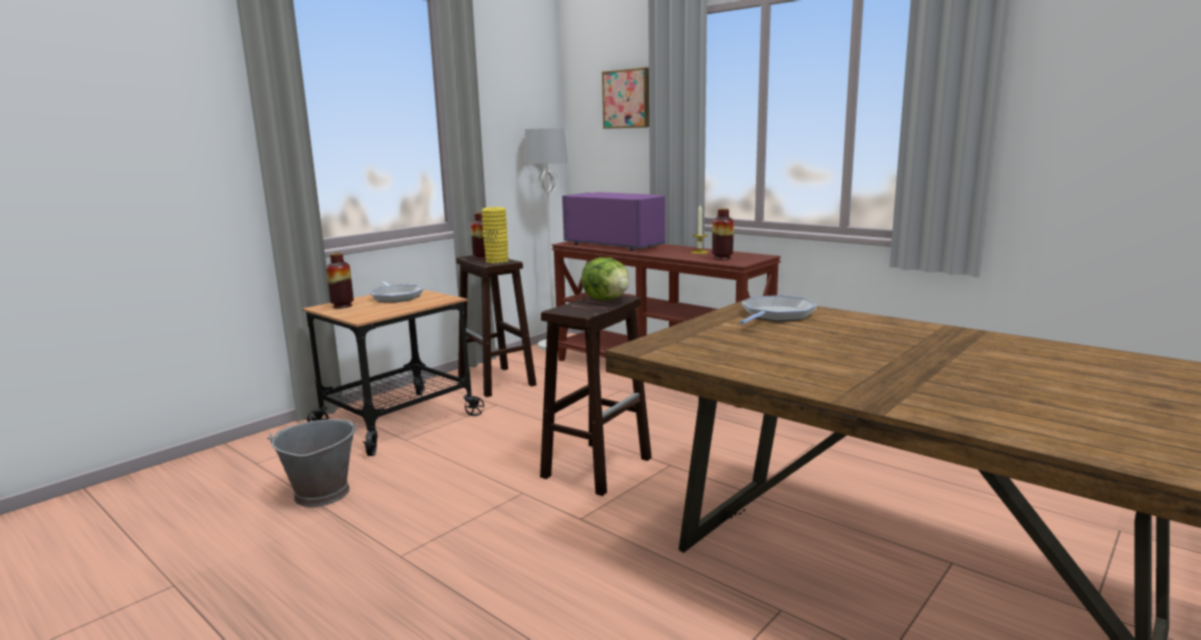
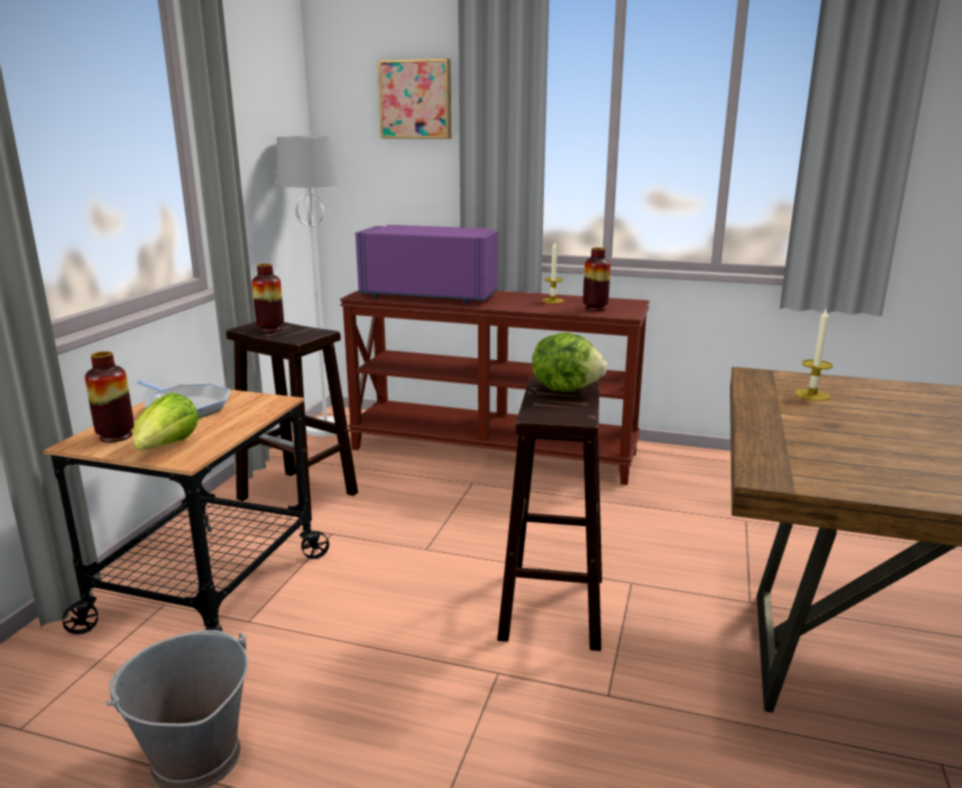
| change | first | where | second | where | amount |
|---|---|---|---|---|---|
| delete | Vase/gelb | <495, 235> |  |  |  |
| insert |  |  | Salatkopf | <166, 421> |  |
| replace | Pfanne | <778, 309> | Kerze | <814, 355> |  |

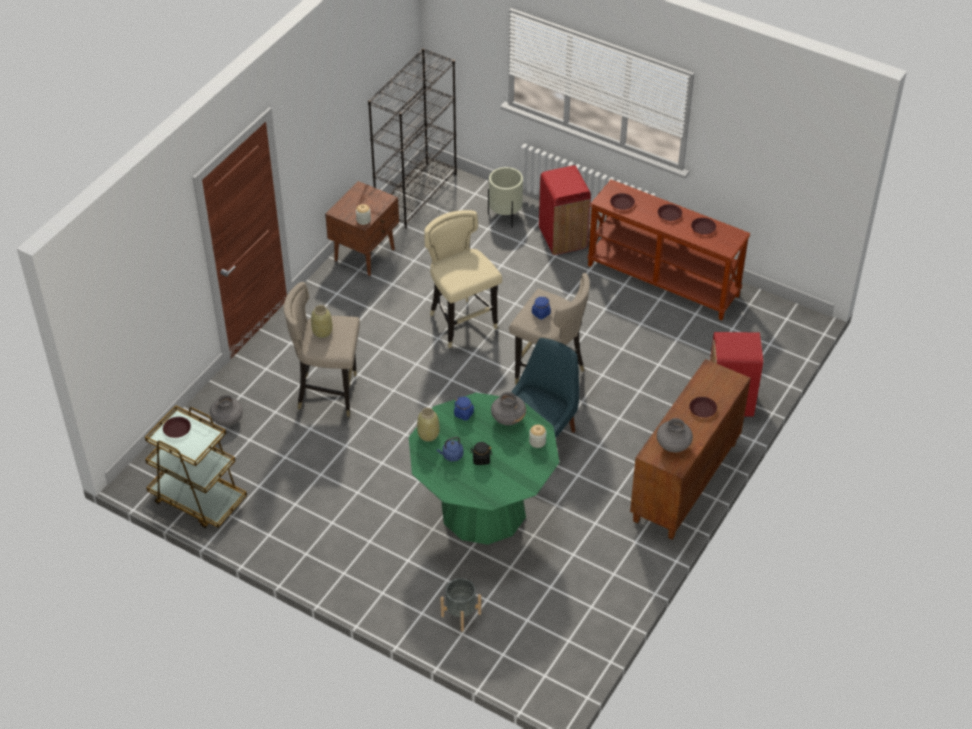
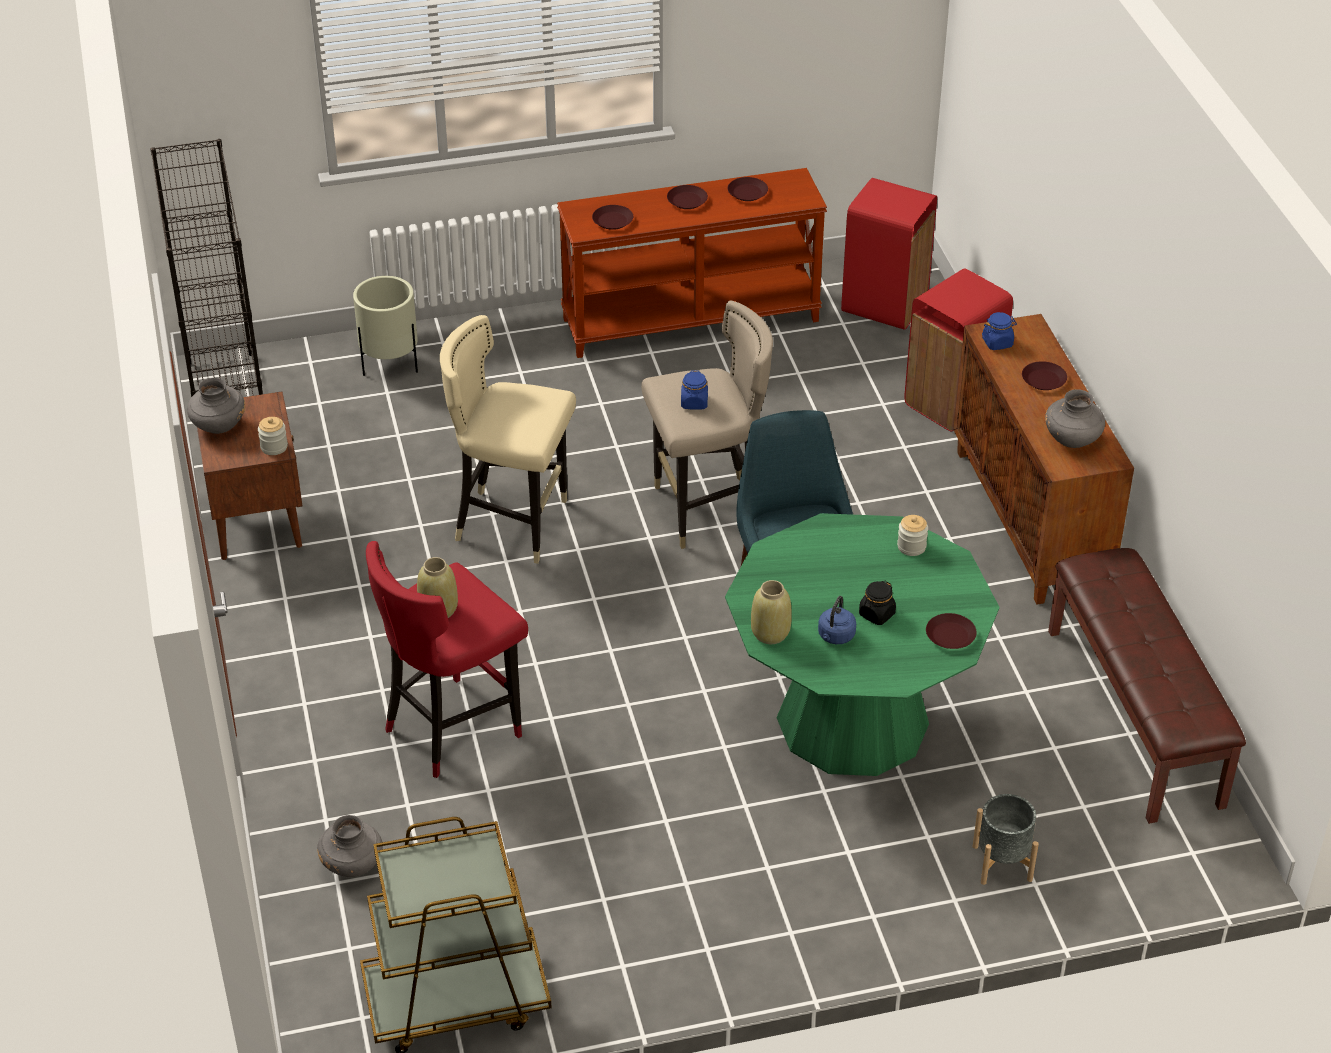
| change | first | where | second | where | amount |
|---|---|---|---|---|---|
| insert |  |  | Bank/braun | <1147, 686> |  |
| move | Teller/braun | <177, 427> |  | <951, 631> |  |
| move | Vorratsglas/blau | <464, 409> |  | <999, 331> |  |
| move | Vase/grau | <508, 408> |  | <216, 406> |  |
| move | Mülleimer/rot | <565, 210> |  | <889, 254> |  |
| recolor | Hocker/beige | <321, 349> | Hocker/rot | <447, 659> |  |

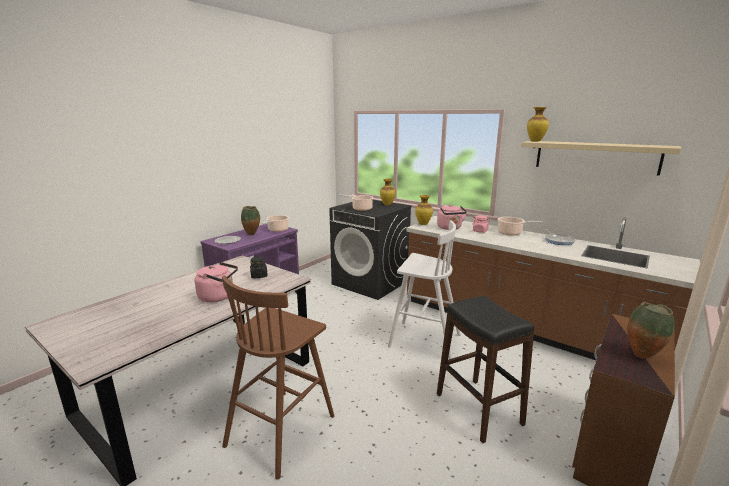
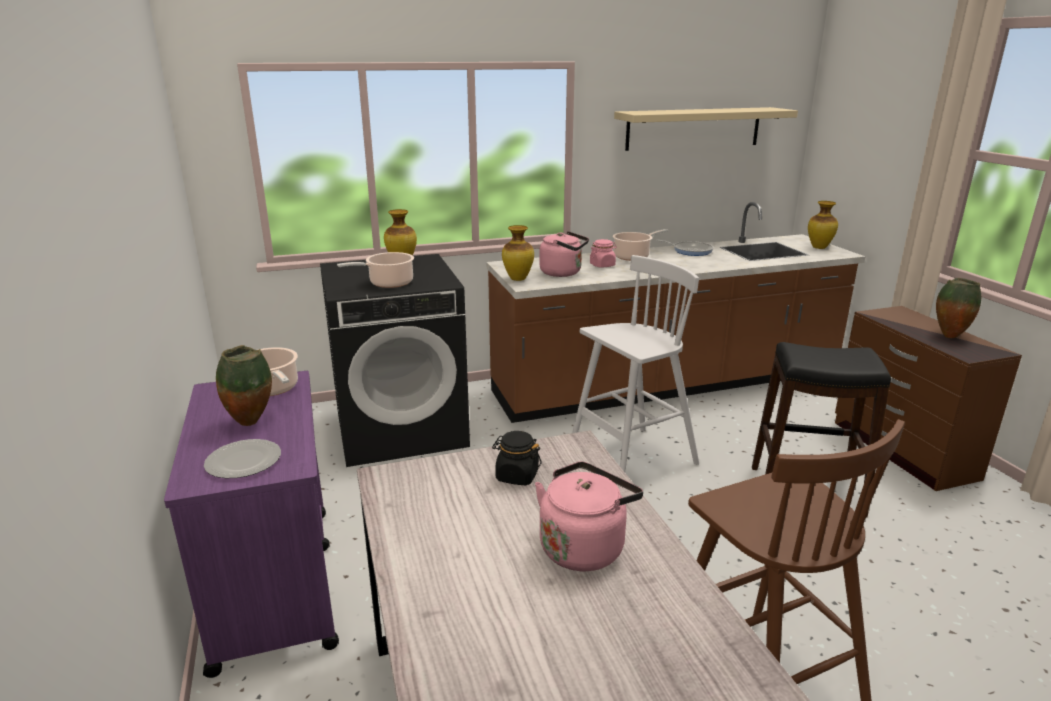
| change | first | where | second | where | amount |
|---|---|---|---|---|---|
| move | Vase | <538, 124> |  | <823, 225> |  |

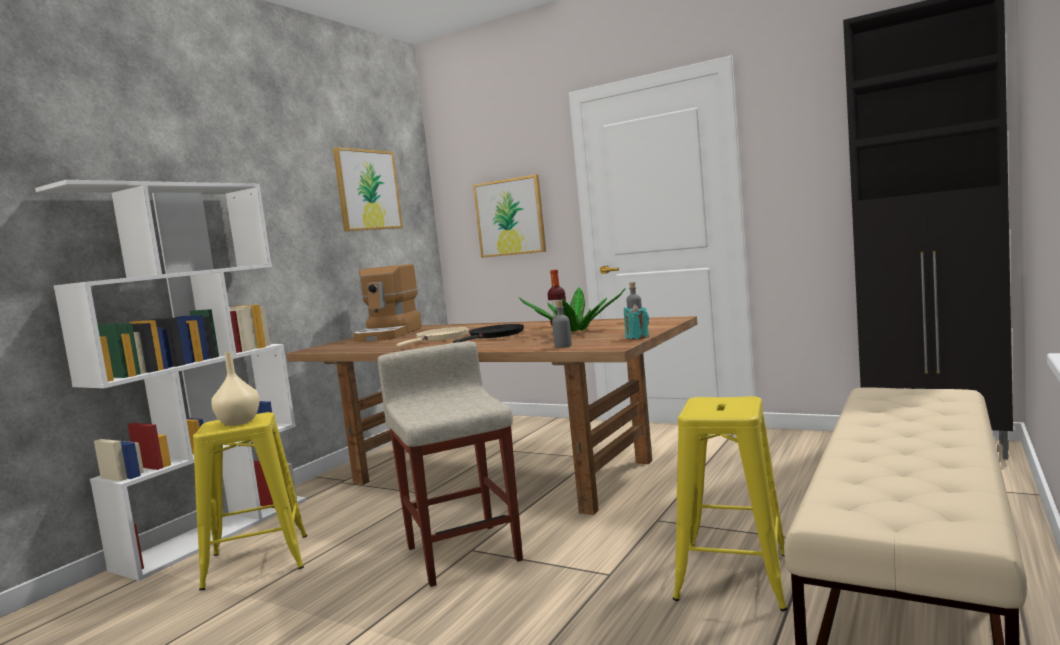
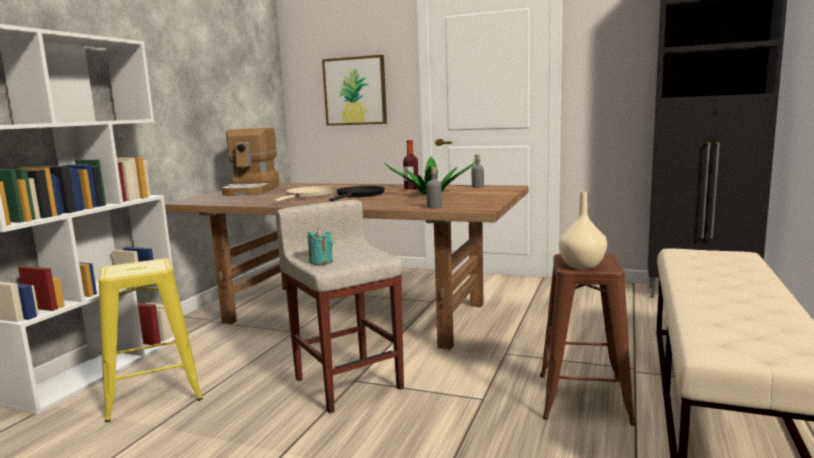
| change | first | where | second | where | amount |
|---|---|---|---|---|---|
| delete | Bild | <368, 189> |  |  |  |
| move | Vase/beige | <235, 389> |  | <583, 230> |  |
| move | Kerze/türkis | <636, 321> |  | <320, 246> |  |
| recolor | Hocker/gelb | <730, 503> | Hocker/braun | <588, 339> |  |

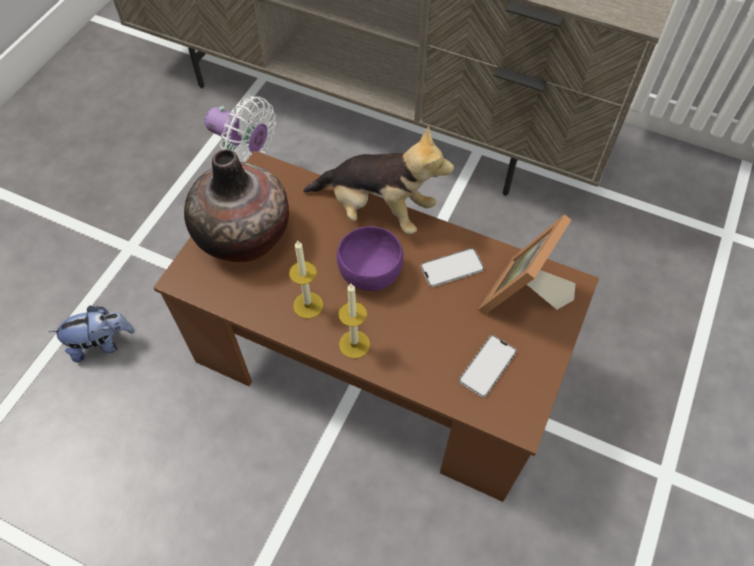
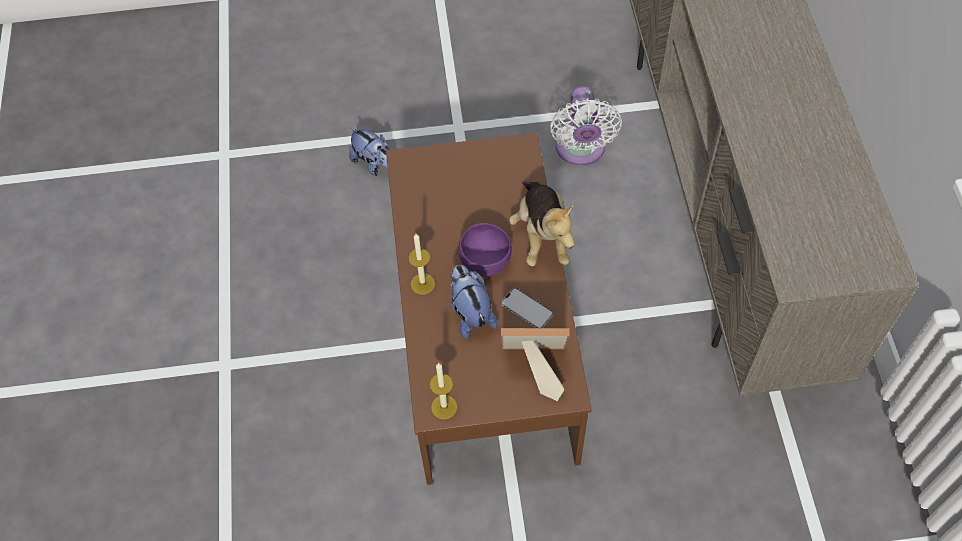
| change | first | where | second | where | amount |
|---|---|---|---|---|---|
| delete | Vase | <236, 205> |  |  |  |
| delete | Handy | <488, 366> |  |  |  |
| insert |  |  | Plüschtier | <473, 302> |  |
| move | Kerze | <306, 279> |  | <443, 391> |  |

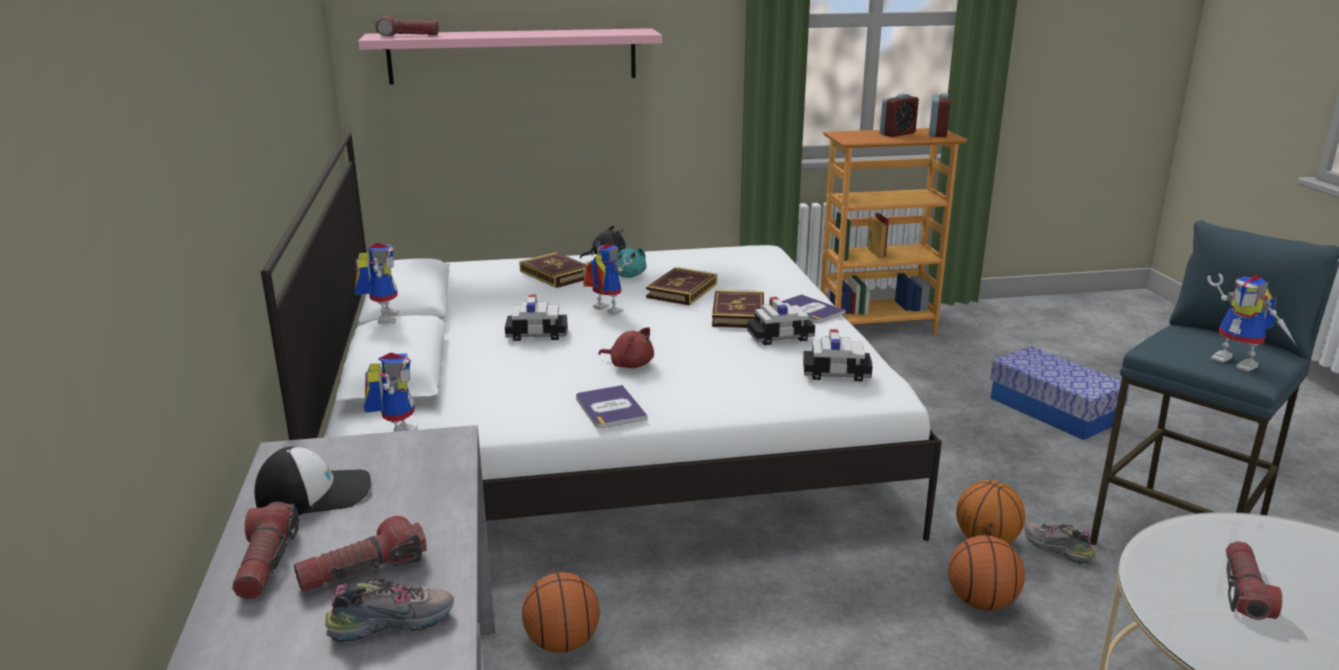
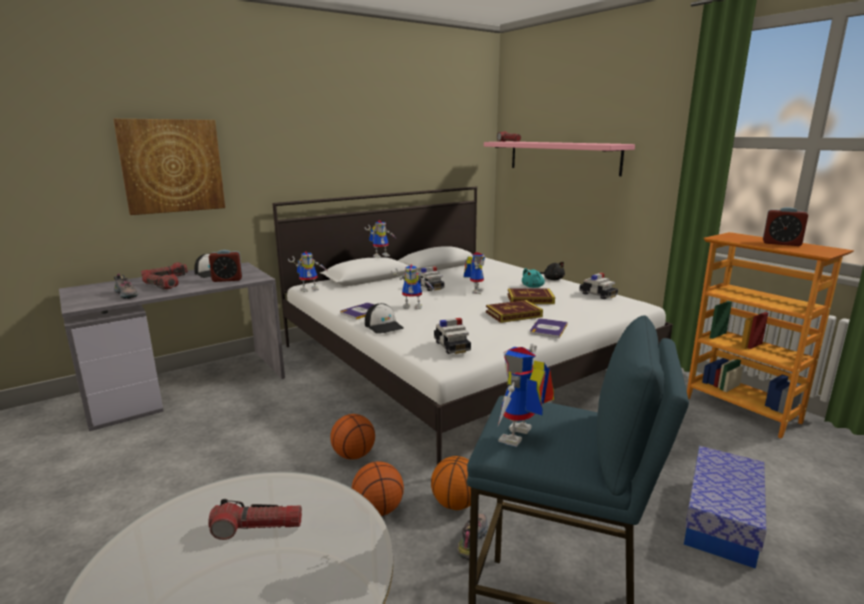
| change | first | where | second | where | amount |
|---|---|---|---|---|---|
| delete | Buch | <552, 270> |  |  |  |
| insert |  |  | Bild | <169, 167> |  |
| insert |  |  | Kappe | <384, 318> |  |
| move | Basketball | <561, 612> |  | <352, 437> |  |
| move | Spielzeugauto | <781, 321> |  | <598, 286> |  |
| move | Wecker | <940, 115> |  | <226, 266> |  |
| replace | Plüschtier/rot | <626, 347> | Spielzeugroboter | <413, 286> |  |

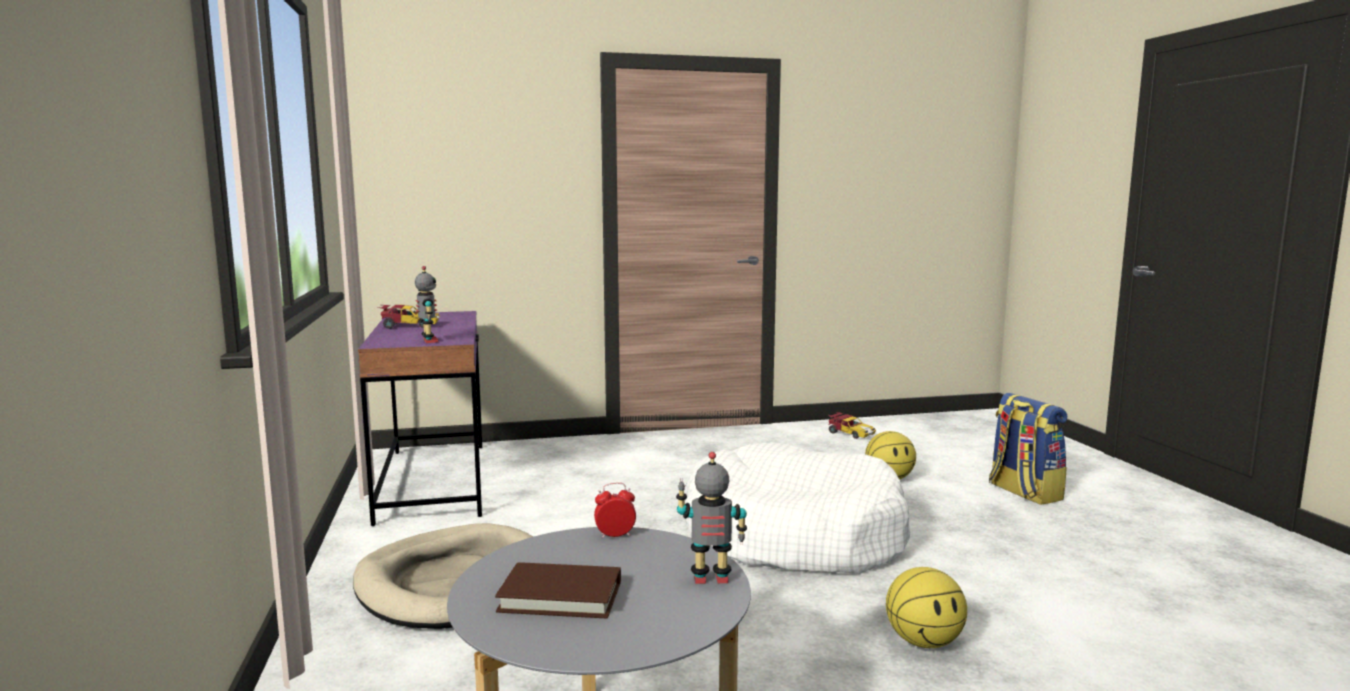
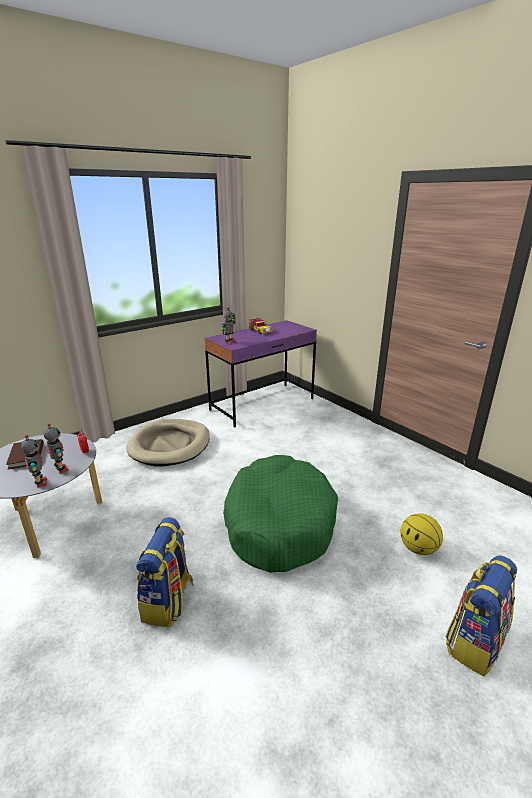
| change | first | where | second | where | amount |
|---|---|---|---|---|---|
| delete | Spielzeugauto | <852, 425> |  |  |  |
| insert |  |  | Spielzeugroboter | <56, 448> |  |
| replace | Basketball | <926, 607> | Rucksack | <165, 572> |  |
| recolor | Hundebett/weiß | <797, 508> | Hundebett/grün | <280, 514> |  |

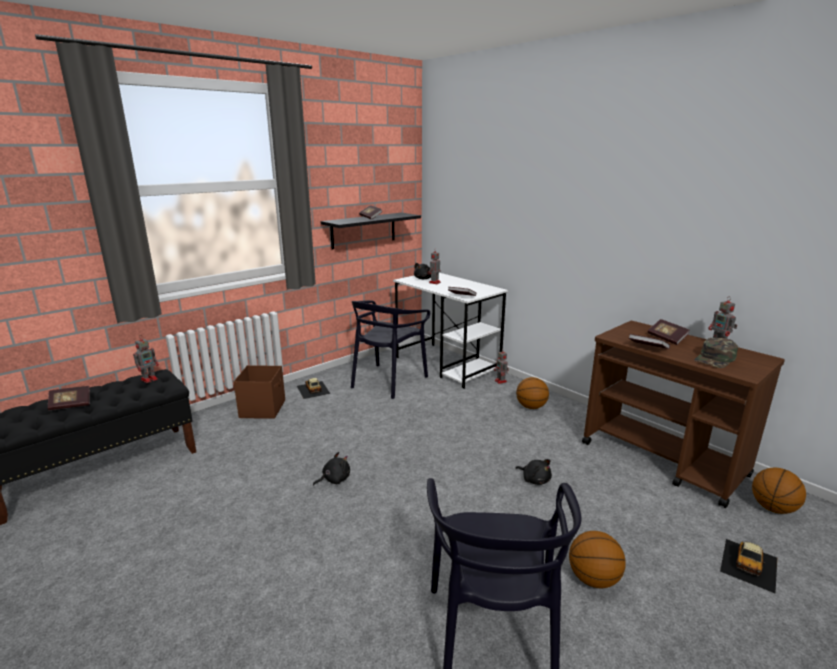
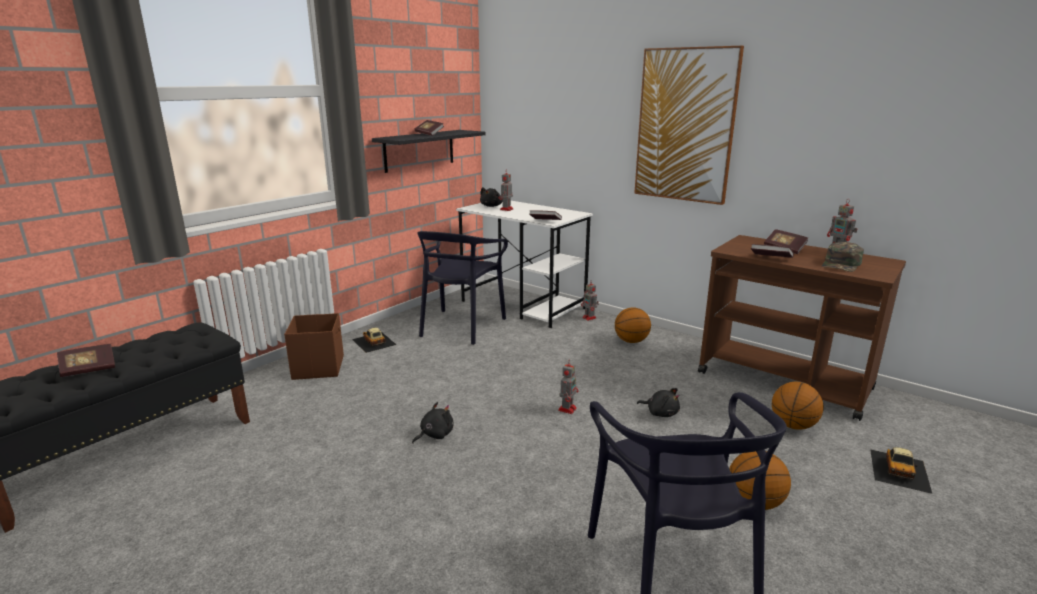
| change | first | where | second | where | amount |
|---|---|---|---|---|---|
| insert |  |  | Bild | <689, 125> |  |
| move | Spielzeugroboter | <146, 360> |  | <568, 387> |  |
| move | Basketball | <779, 491> |  | <798, 406> |  |

